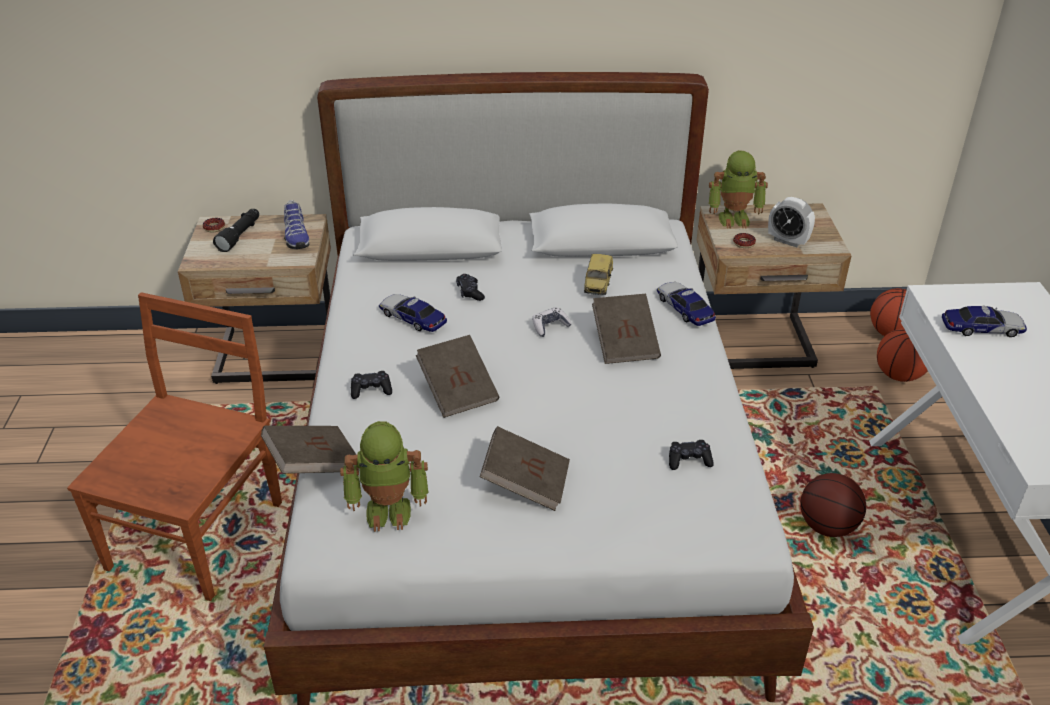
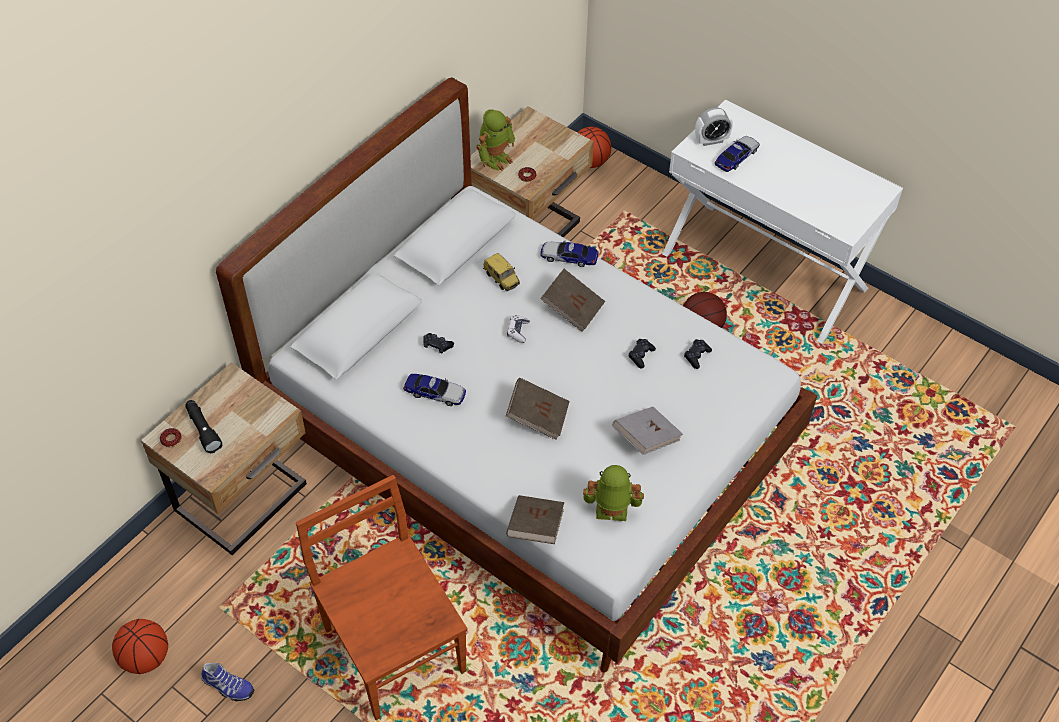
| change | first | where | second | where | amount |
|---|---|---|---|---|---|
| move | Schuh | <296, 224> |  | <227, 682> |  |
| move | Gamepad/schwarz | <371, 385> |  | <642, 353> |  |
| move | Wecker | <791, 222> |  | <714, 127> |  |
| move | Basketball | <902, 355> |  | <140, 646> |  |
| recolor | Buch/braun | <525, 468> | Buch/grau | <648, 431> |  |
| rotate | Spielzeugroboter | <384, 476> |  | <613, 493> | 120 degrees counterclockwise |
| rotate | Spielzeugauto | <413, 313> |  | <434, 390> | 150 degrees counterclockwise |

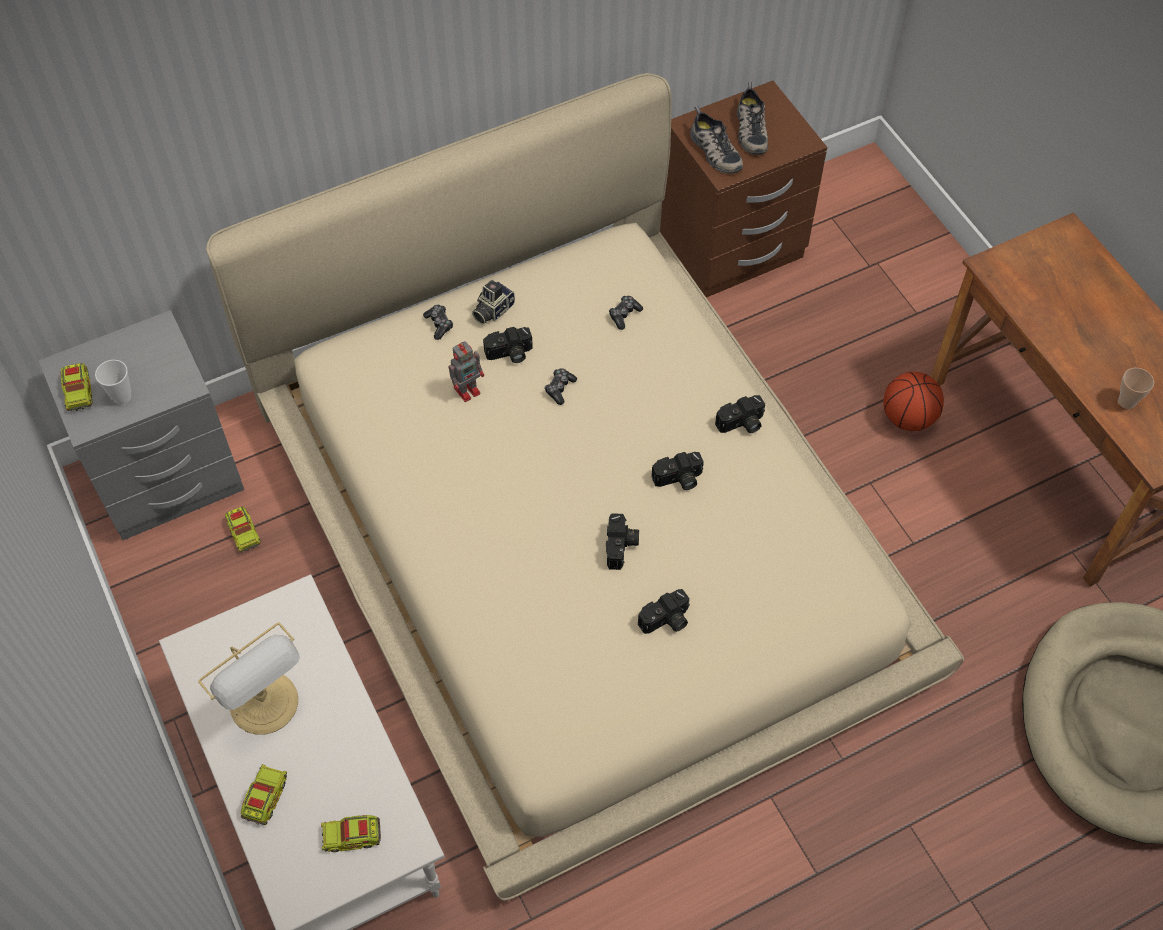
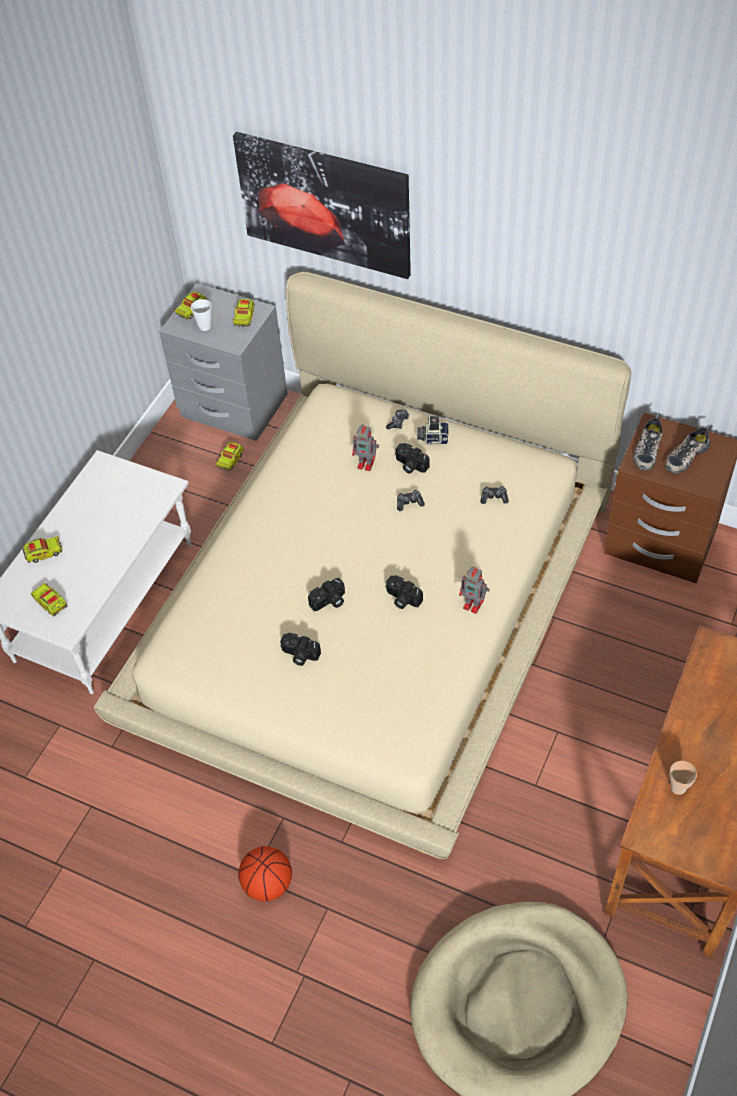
| change | first | where | second | where | amount |
|---|---|---|---|---|---|
| delete | Tischlampe | <249, 678> |  |  |  |
| insert |  |  | Bild | <322, 205> |  |
| insert |  |  | Spielzeuglaster | <244, 313> |  |
| move | Basketball | <914, 401> |  | <265, 874> |  |
| replace | Kamera | <740, 414> | Spielzeugroboter | <474, 590> |  |

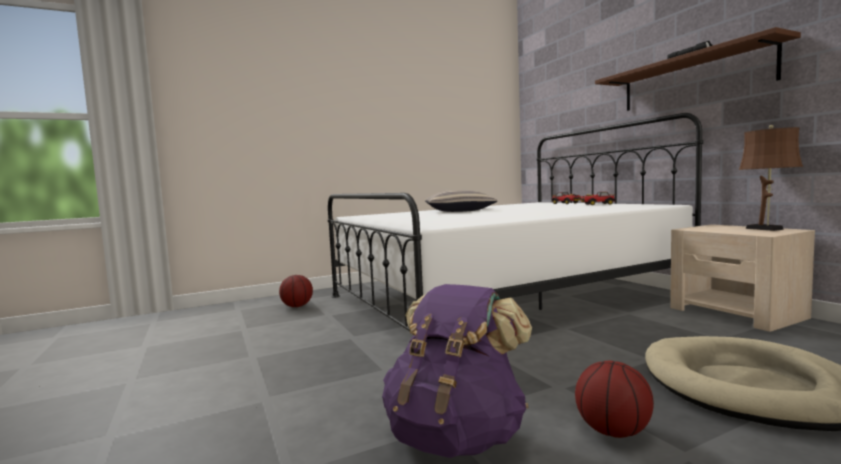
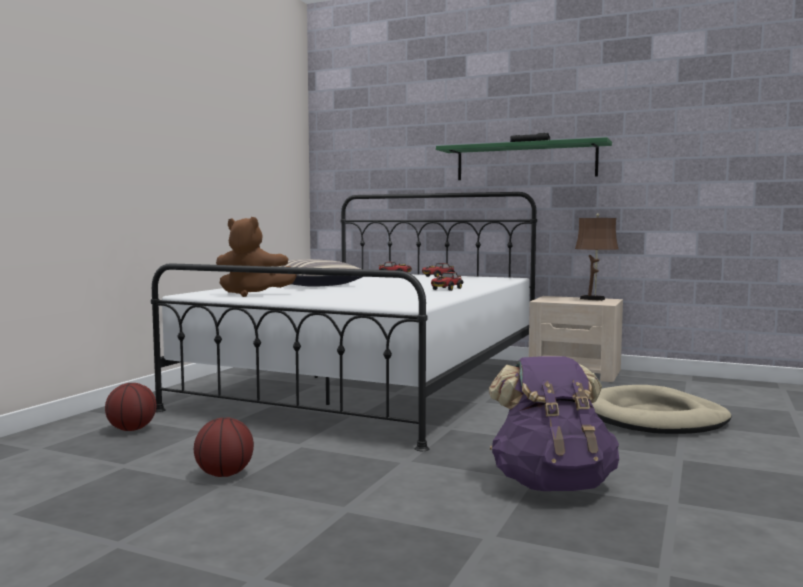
| change | first | where | second | where | amount |
|---|---|---|---|---|---|
| insert |  |  | Plüschtier/braun | <256, 257> |  |
| insert |  |  | Spielzeugauto | <447, 281> |  |
| move | Basketball | <614, 399> |  | <224, 447> |  |
| recolor | Wandregal/braun | <698, 69> | Wandregal/grün | <524, 158> |  |

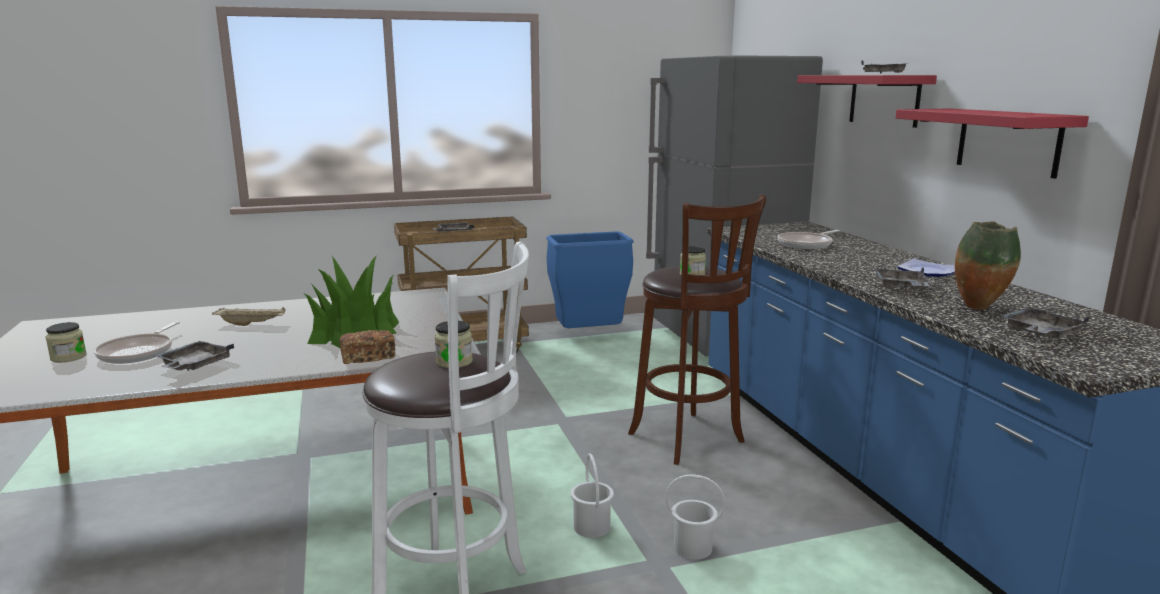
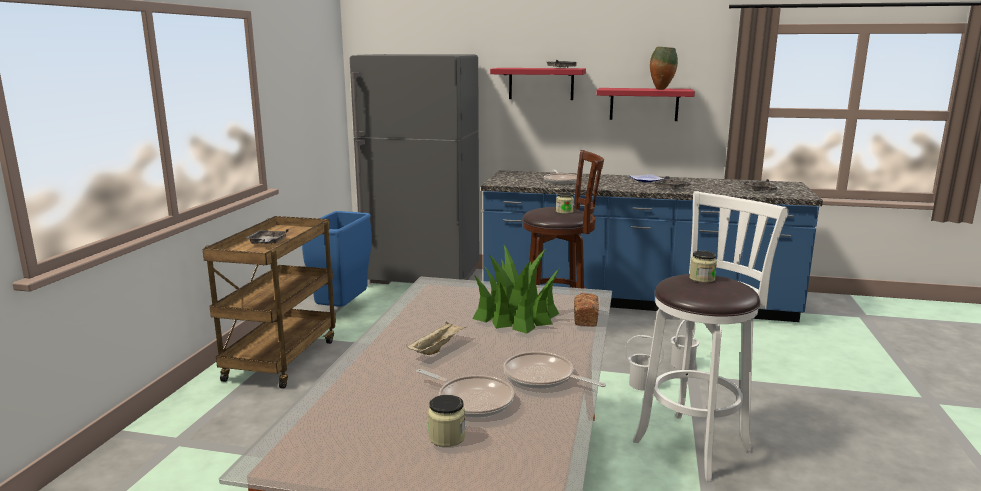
| change | first | where | second | where | amount |
|---|---|---|---|---|---|
| move | Vase | <988, 265> |  | <664, 68> |  |
| replace | Tablett/grau | <194, 356> | Pfanne | <554, 370> |  |

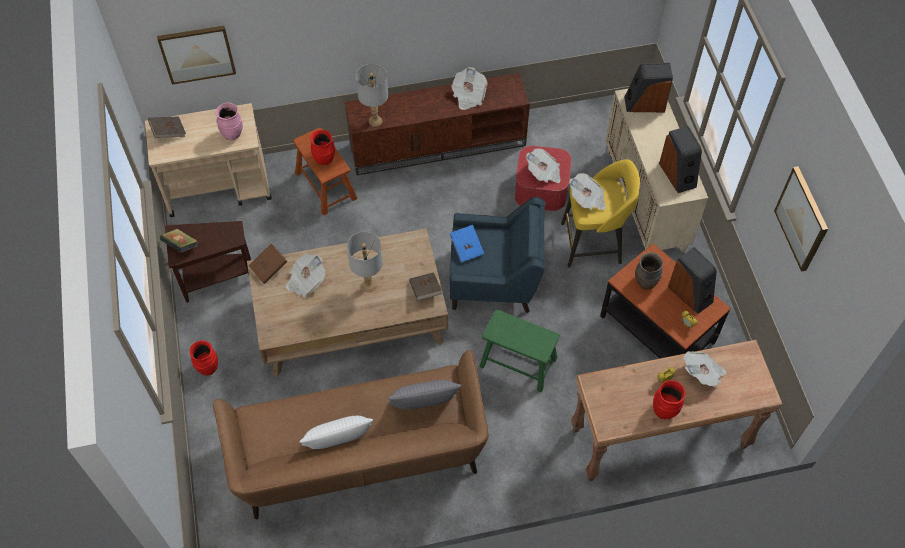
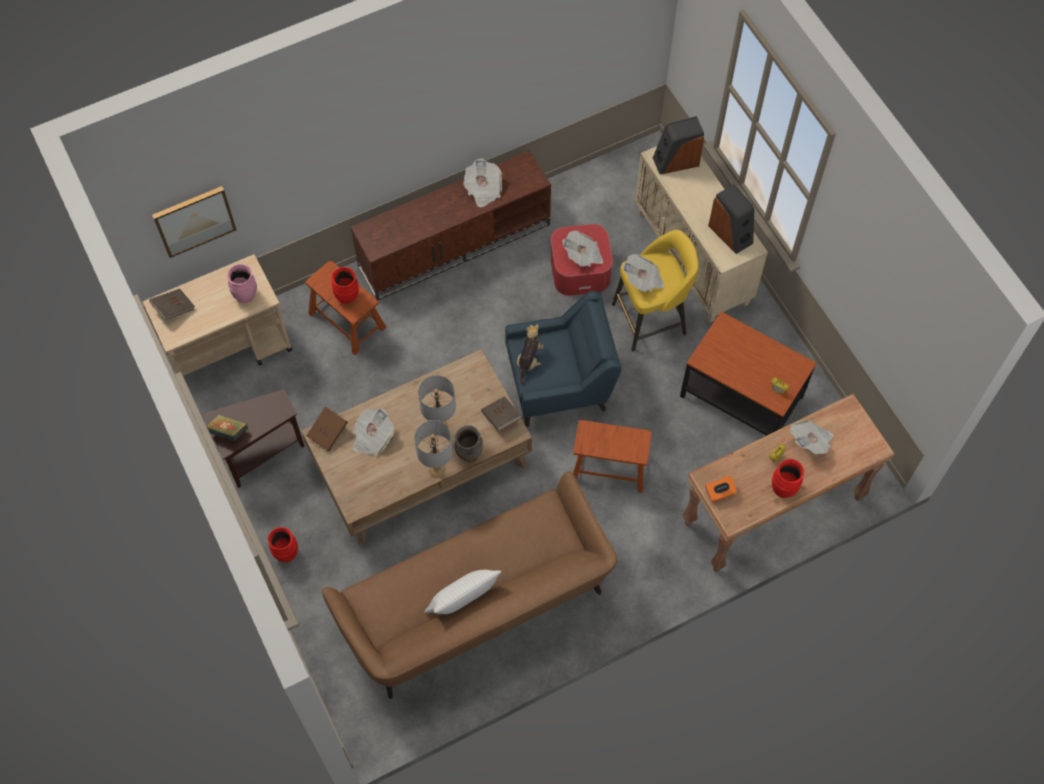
| change | first | where | second | where | amount |
|---|---|---|---|---|---|
| delete | Kissen/grau | <425, 395> |  |  |  |
| delete | Lautsprecher | <692, 280> |  |  |  |
| delete | Bild | <801, 219> |  |  |  |
| insert |  |  | Taschentuchbox/orange | <721, 489> |  |
| move | Tischlampe/grau | <372, 95> |  | <433, 449> |  |
| move | Vase/braun | <649, 271> |  | <468, 444> |  |
| replace | Buch/blau | <467, 244> | Plüschtier | <530, 354> |  |
| recolor | Hocker/grün | <519, 351> | Hocker/braun | <612, 456> |  |

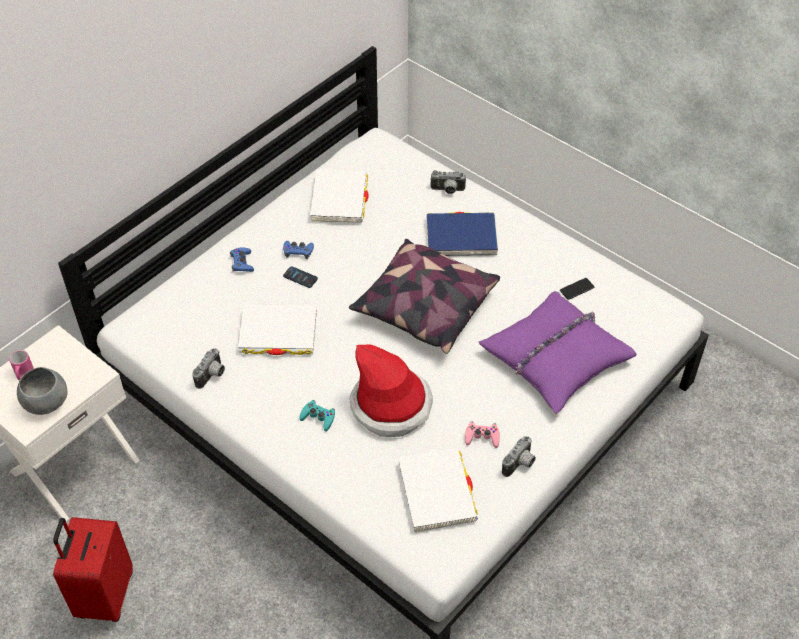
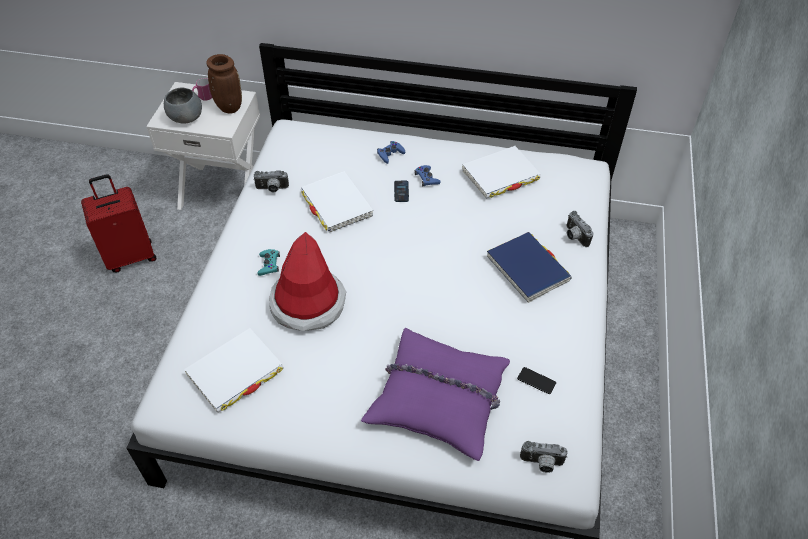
| change | first | where | second | where | amount |
|---|---|---|---|---|---|
| delete | Kissen | <424, 296> |  |  |  |
| delete | Gamepad/rosa | <482, 435> |  |  |  |
| insert |  |  | Vase/braun | <224, 84> |  |
| move | Kamera | <519, 456> |  | <544, 457> |  |

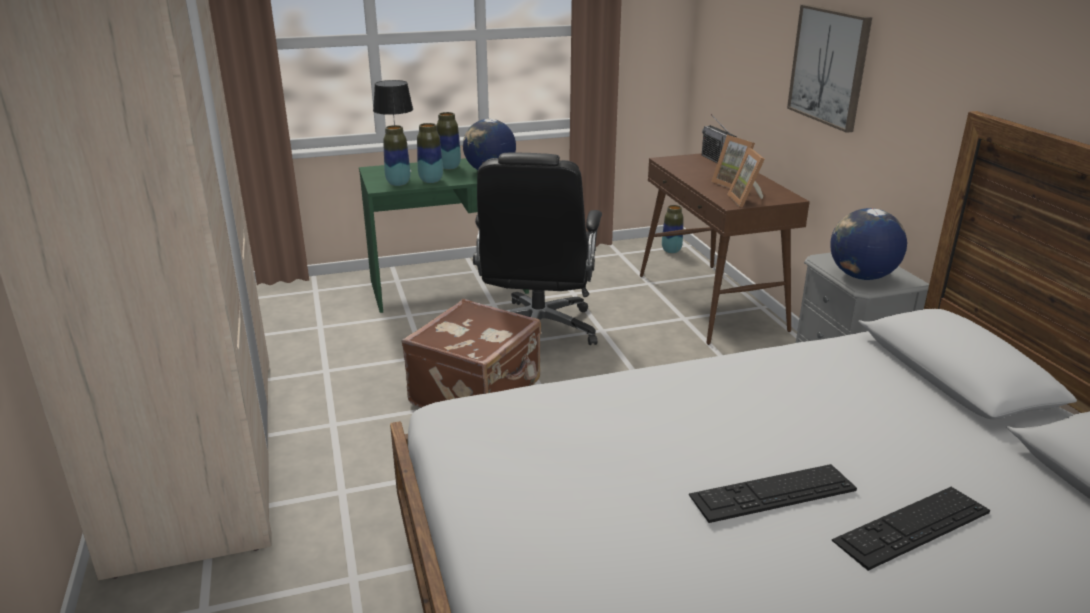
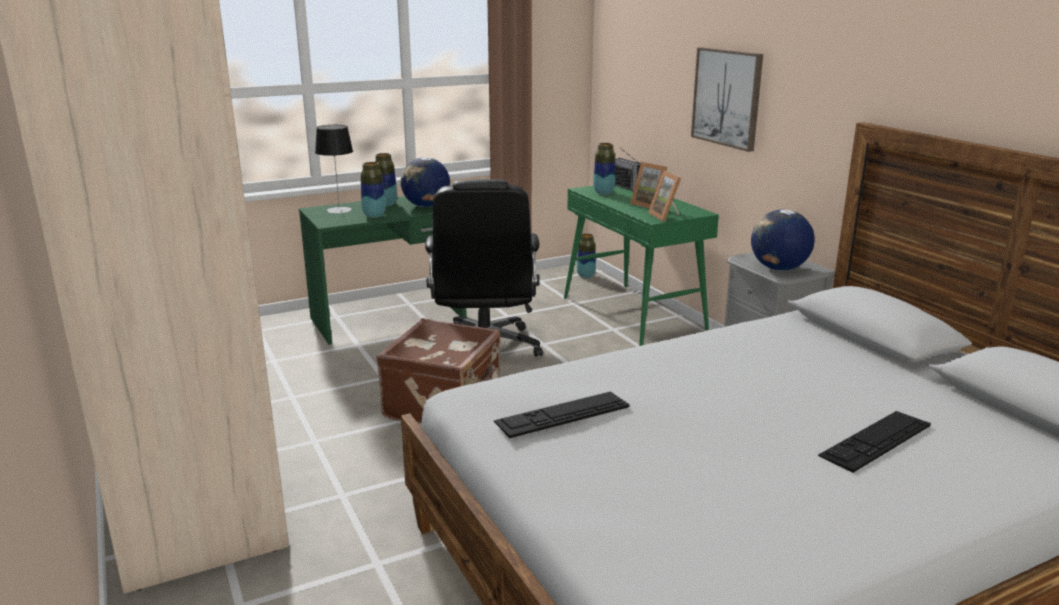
| change | first | where | second | where | amount |
|---|---|---|---|---|---|
| move | Vase | <396, 155> |  | <604, 169> |  |
| move | Tastatur | <773, 493> |  | <561, 414> |  |
| recolor | Konsolentisch/braun | <725, 249> | Konsolentisch/grün | <641, 266> |  |

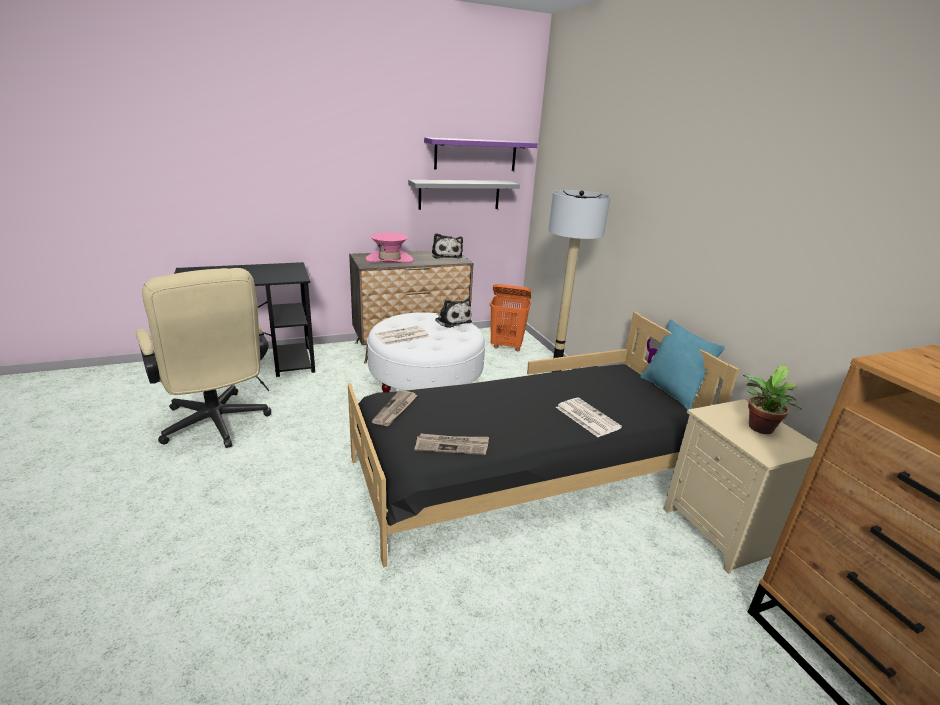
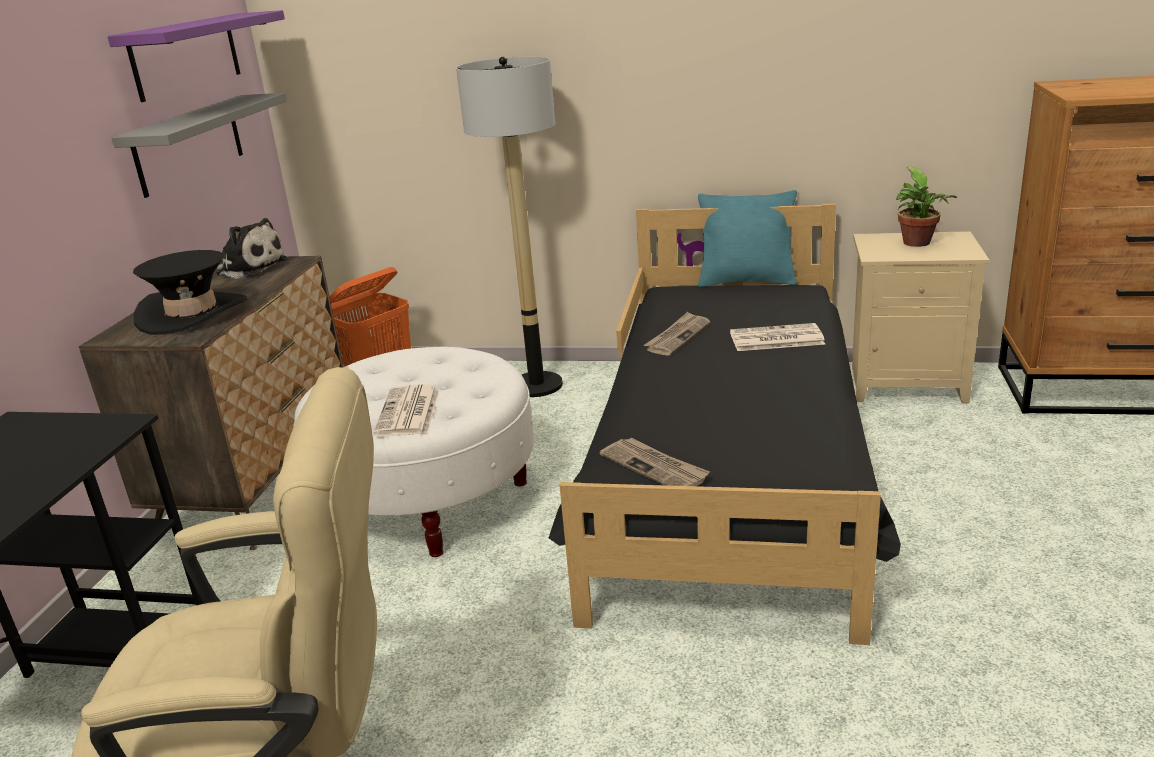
| change | first | where | second | where | amount |
|---|---|---|---|---|---|
| delete | Plüschtier | <453, 313> |  |  |  |
| move | Zeitung | <452, 444> |  | <677, 334> |  |
| recolor | Hut/rosa | <389, 248> | Hut/schwarz | <190, 292> |  |

